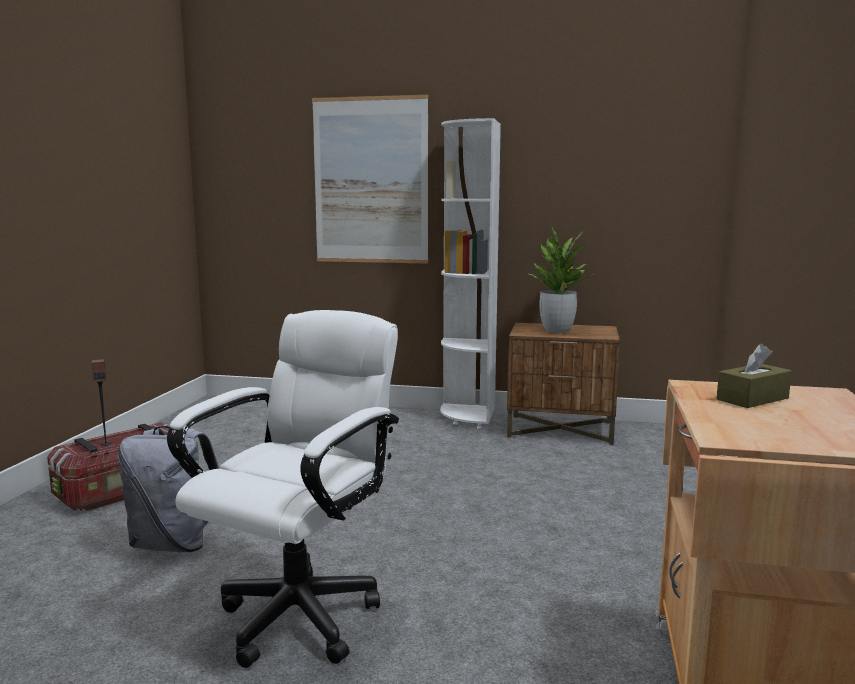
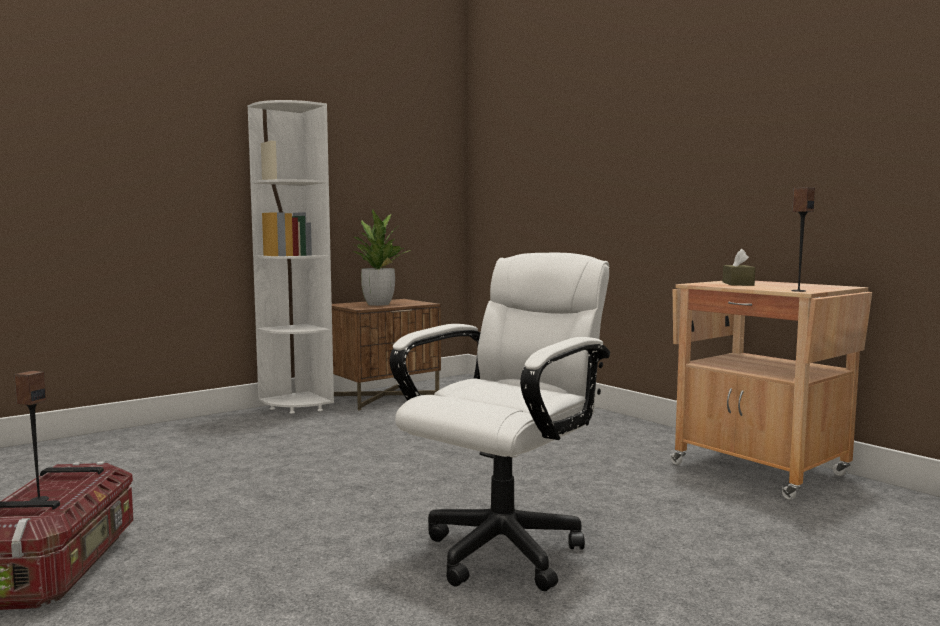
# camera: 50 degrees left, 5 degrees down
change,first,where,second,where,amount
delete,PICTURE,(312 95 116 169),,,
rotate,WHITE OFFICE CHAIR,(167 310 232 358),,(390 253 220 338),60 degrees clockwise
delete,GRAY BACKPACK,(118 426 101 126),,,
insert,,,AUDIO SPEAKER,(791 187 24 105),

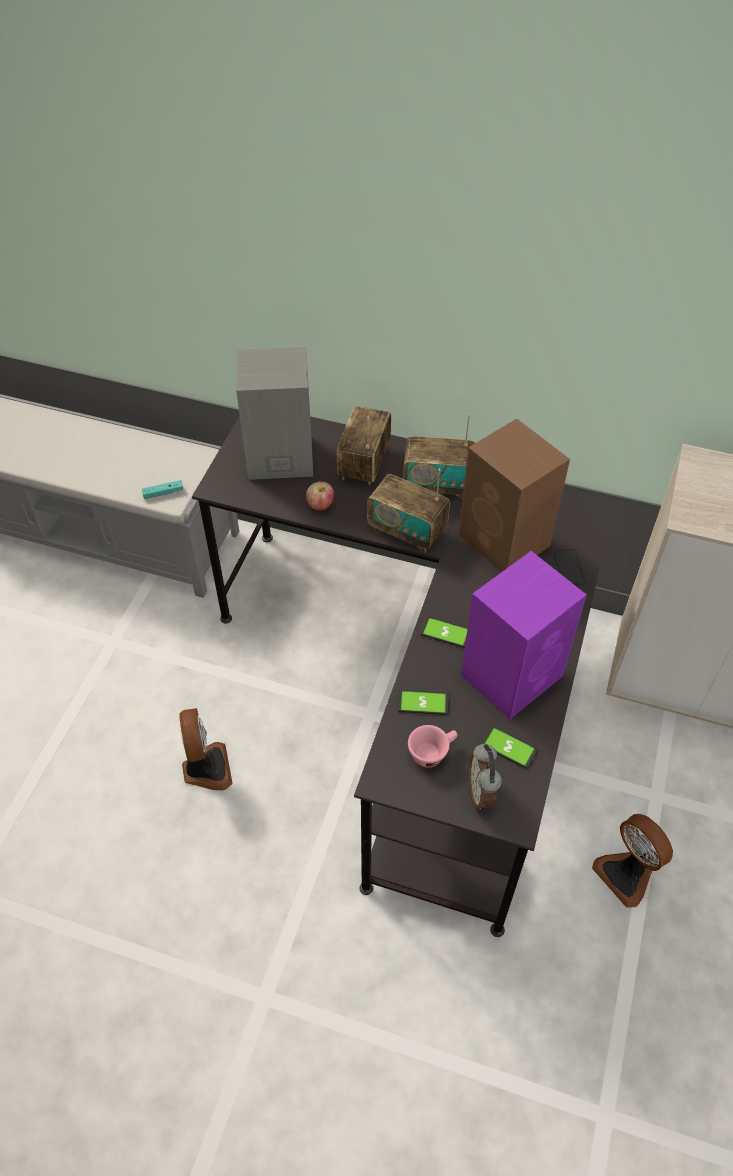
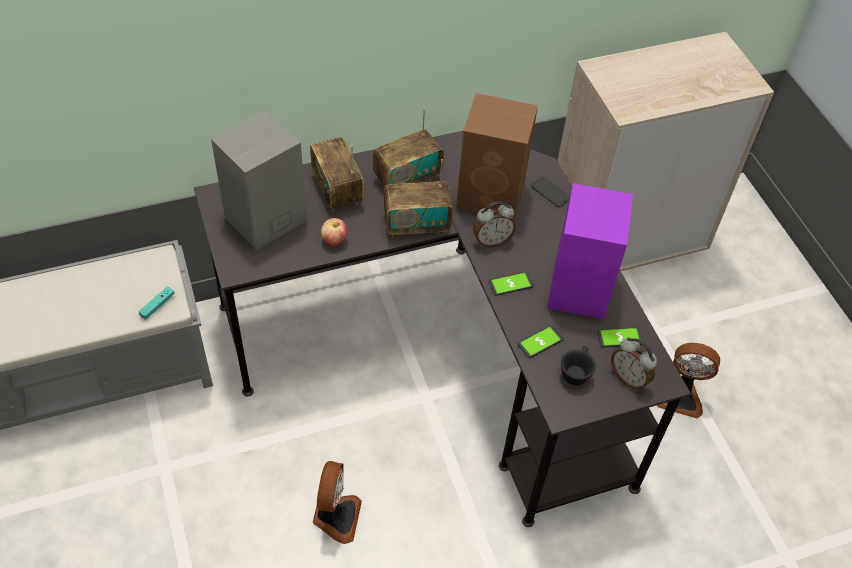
# camera: 40 degrees left, 0 degrees up
change,first,where,second,where,amount
rotate,FAN,(179 708 53 82),,(313 461 49 83),60 degrees clockwise
recolor,PINK-COLOURED DRINKING CUP,(408 725 49 42),BLACKISH DRINKING CUP,(561 346 35 39),
insert,,,BEDSIDE CLOCK,(473 202 43 45),

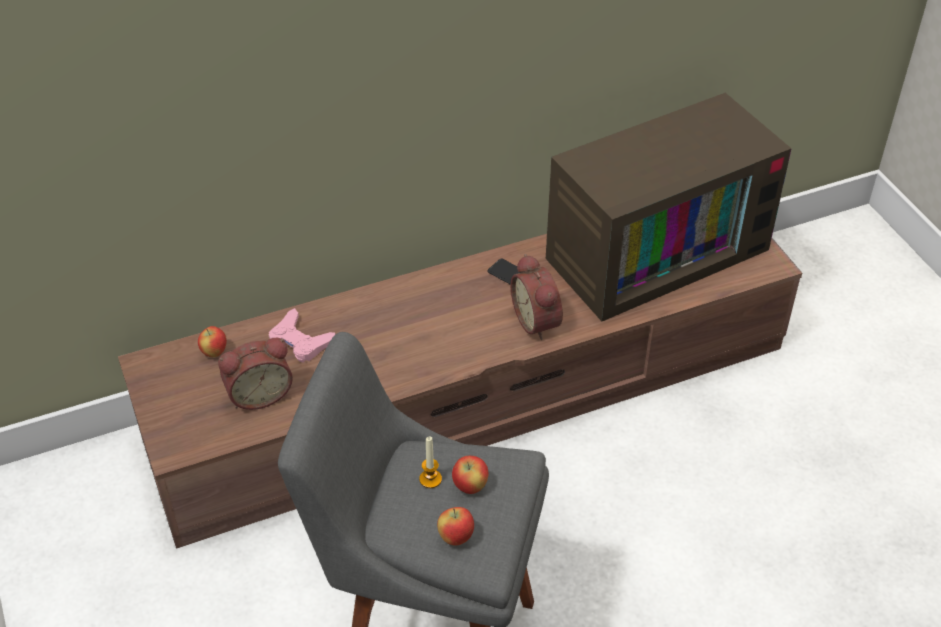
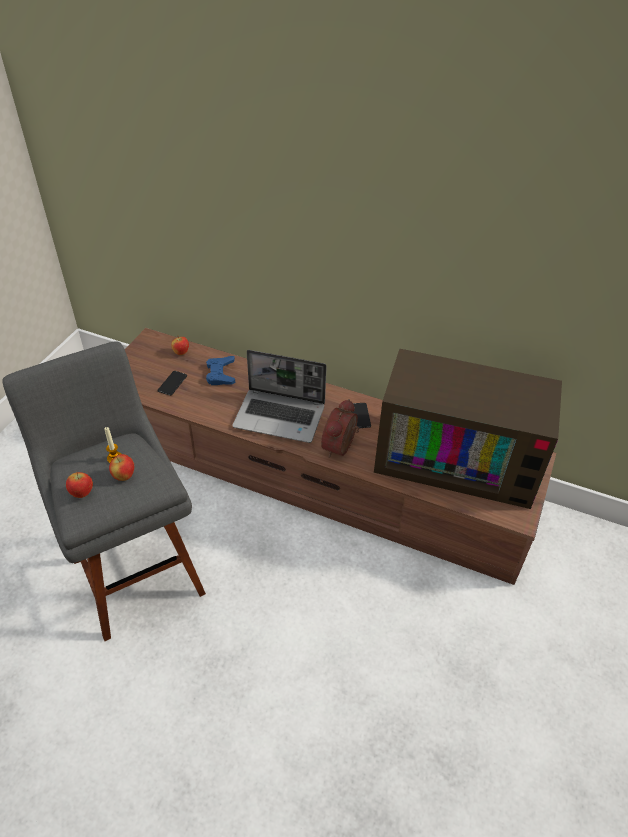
# camera: 45 degrees right, 0 degrees up
change,first,where,second,where,amount
recolor,PINK-COLOURED GAME CONTROLLER,(268 308 67 55),BLUE-COLOURED GAME CONTROLLER,(206 356 29 29),
replace,BEDSIDE CLOCK,(218 338 75 72),HANDSET,(157 371 30 24),
insert,,,NOTEBOOK COMPUTER,(232 350 95 93),

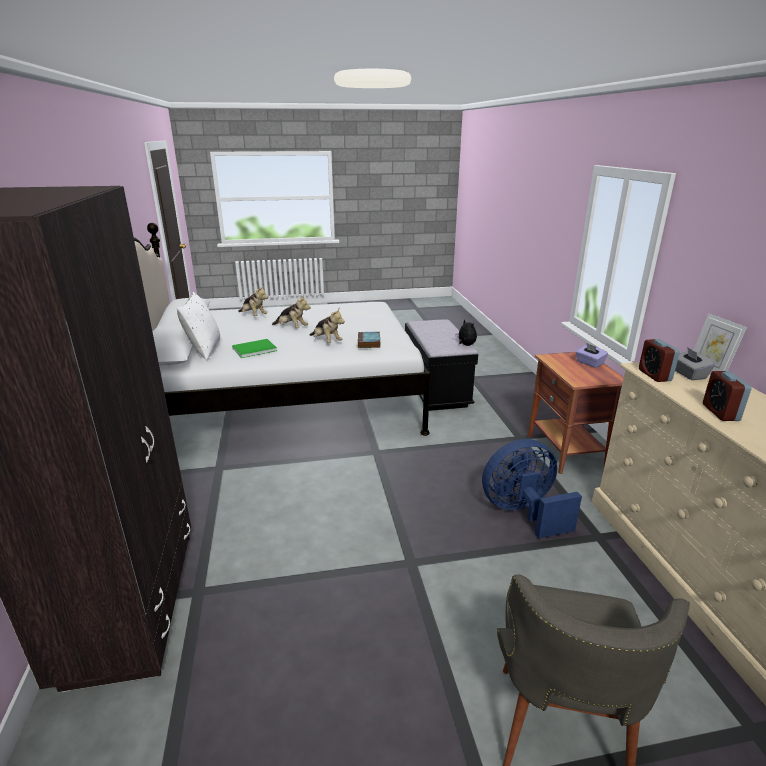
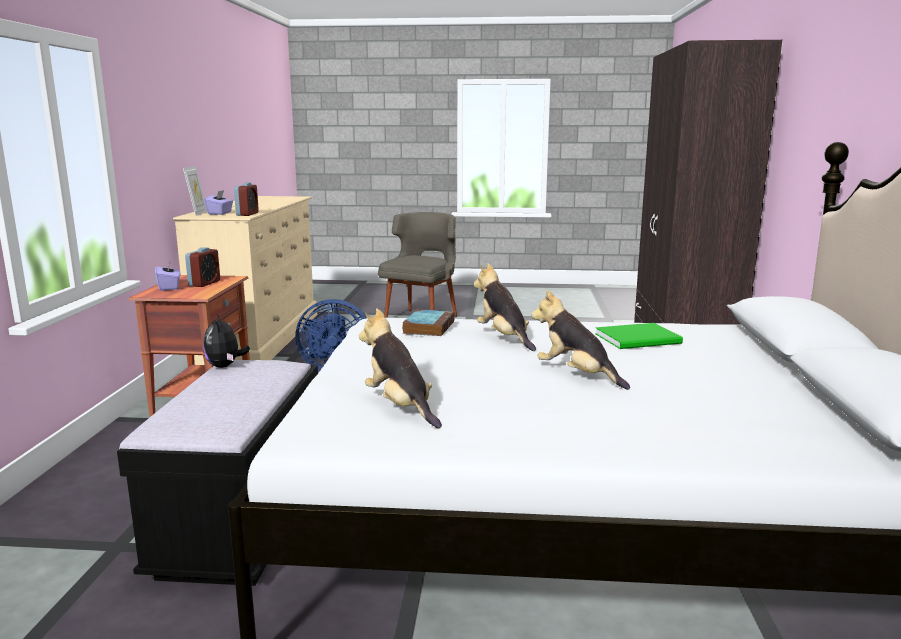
# camera: 165 degrees left, 10 degrees down
change,first,where,second,where,amount
move,SOFT TOY,(238 286 30 30),,(359 308 83 120),
delete,WHITE CUSHION,(177 292 43 69),,,
recolor,GRAY TISSUE HOLDER,(675 347 40 33),PURPLISH TISSUE HOLDER,(205 190 28 25),
move,BEDSIDE CLOCK,(703 371 48 50),,(185 247 35 40),

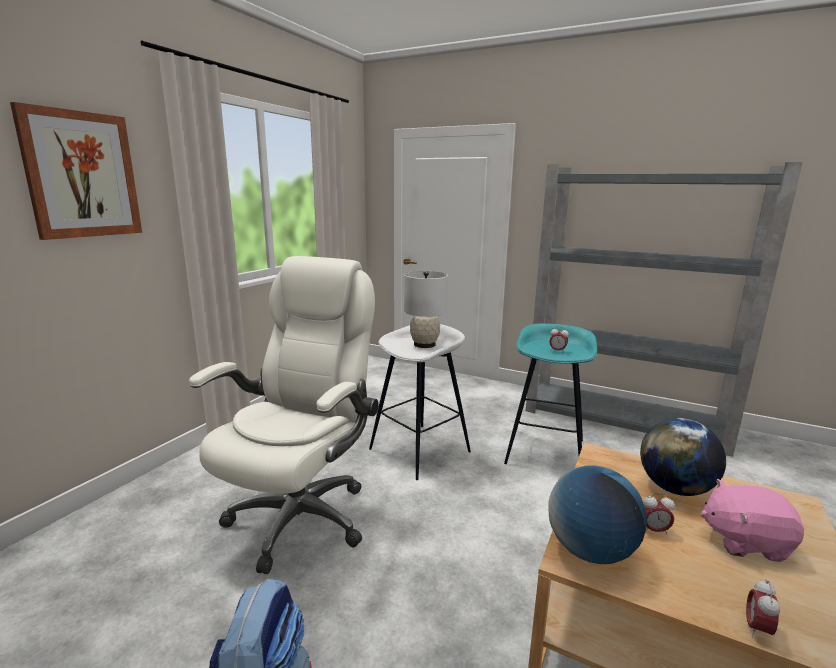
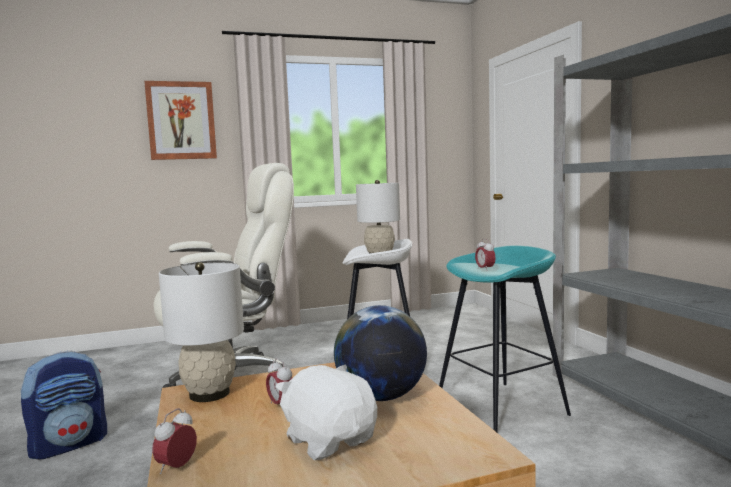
# camera: 45 degrees right, 10 degrees down
change,first,where,second,where,amount
replace,DESK GLOBE,(548 465 99 99),WHITE TABLETOP LAMP,(159 262 85 140),
recolor,PINK-COLOURED SOFT TOY,(700 479 104 83),WHITE SOFT TOY,(276 364 101 96),
rotate,BEDSIDE CLOCK,(746 580 34 58),,(152 408 45 66),45 degrees counterclockwise

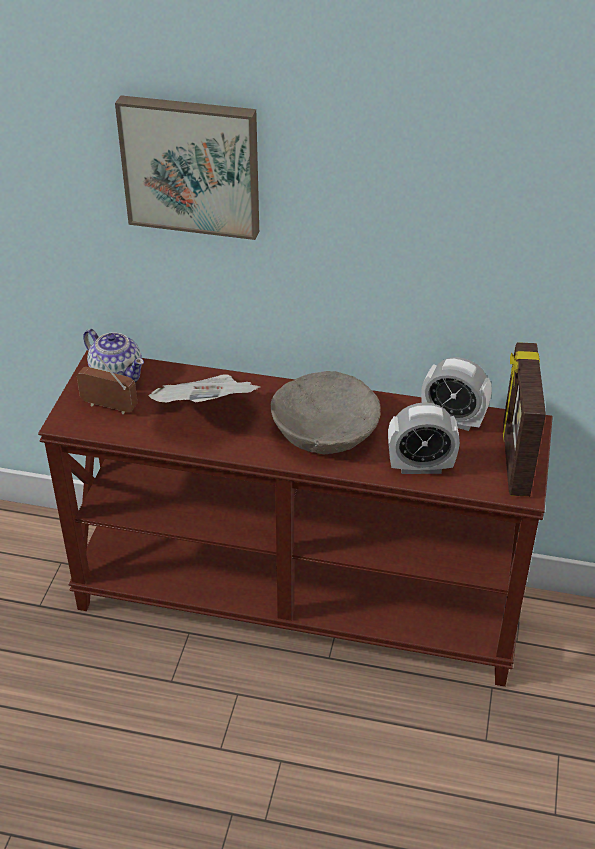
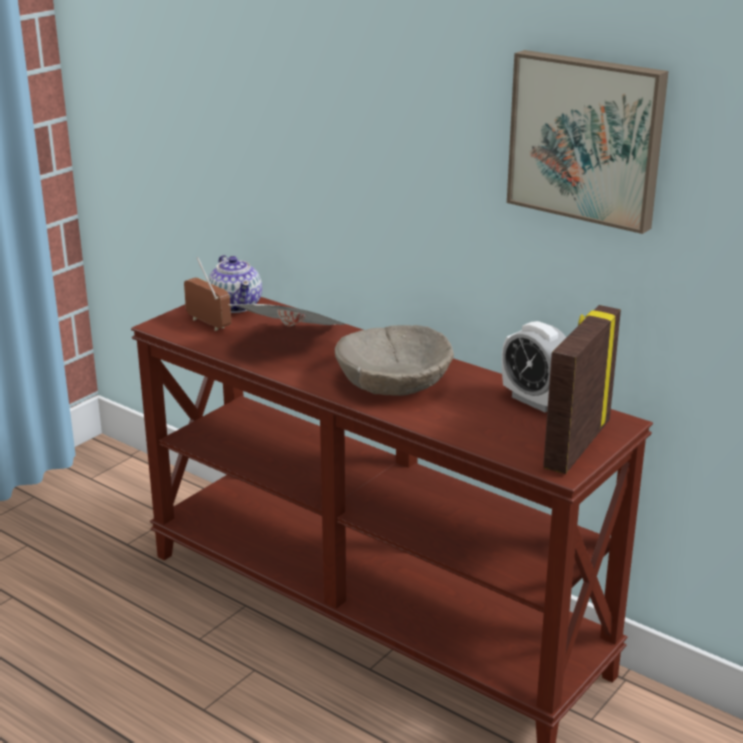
# camera: 25 degrees right, 15 degrees down
change,first,where,second,where,amount
move,PICTURE,(115 95 144 145),,(507 50 162 184),
delete,BEDSIDE CLOCK,(388 402 72 72),,,

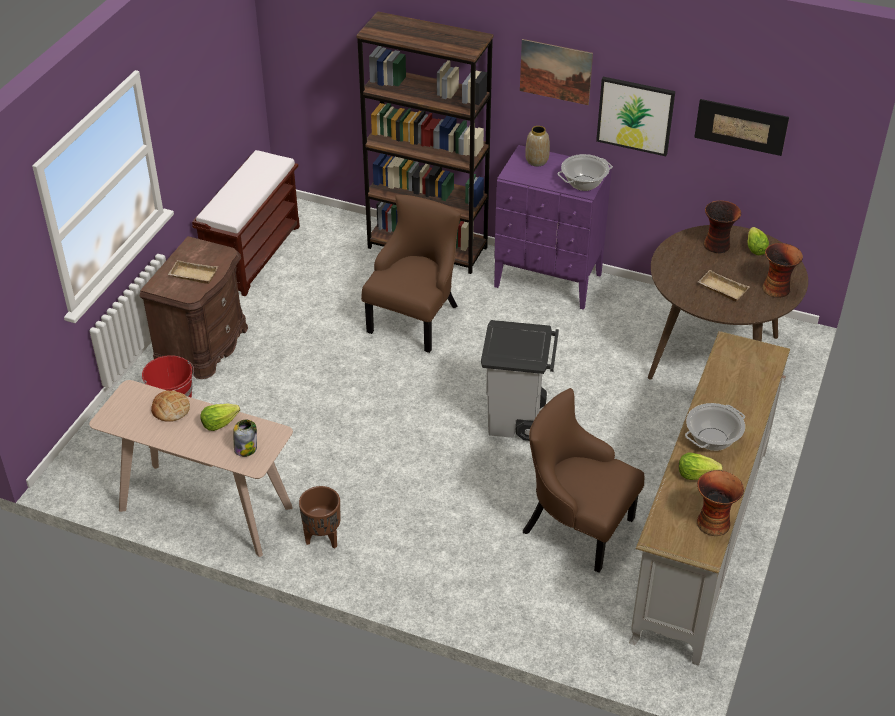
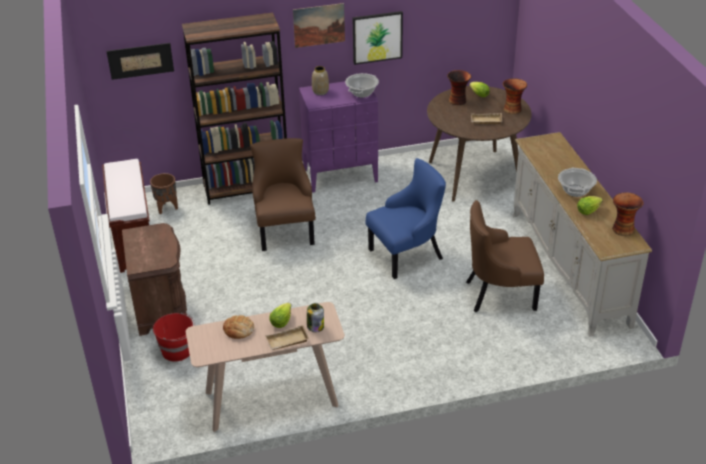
# camera: 35 degrees left, 5 degrees down
change,first,where,second,where,amount
move,PICTURE,(694 99 95 57),,(107 43 67 37),
move,SAND-COLOURED CARRYING TRAY,(168 260 50 24),,(265 325 44 25),
replace,GRAY WASTE BIN,(481 320 78 121),BLUE-COLOURED PLAIN CHAIR,(365 158 81 121),
move,BROWN-COLOURED PLANT POT,(299 486 41 63),,(150 173 28 41),

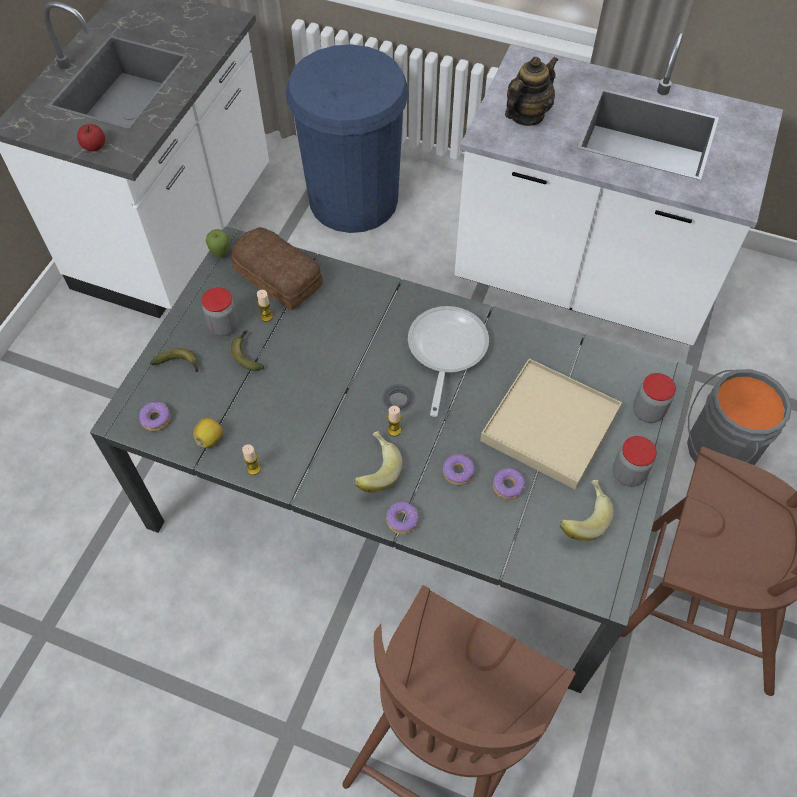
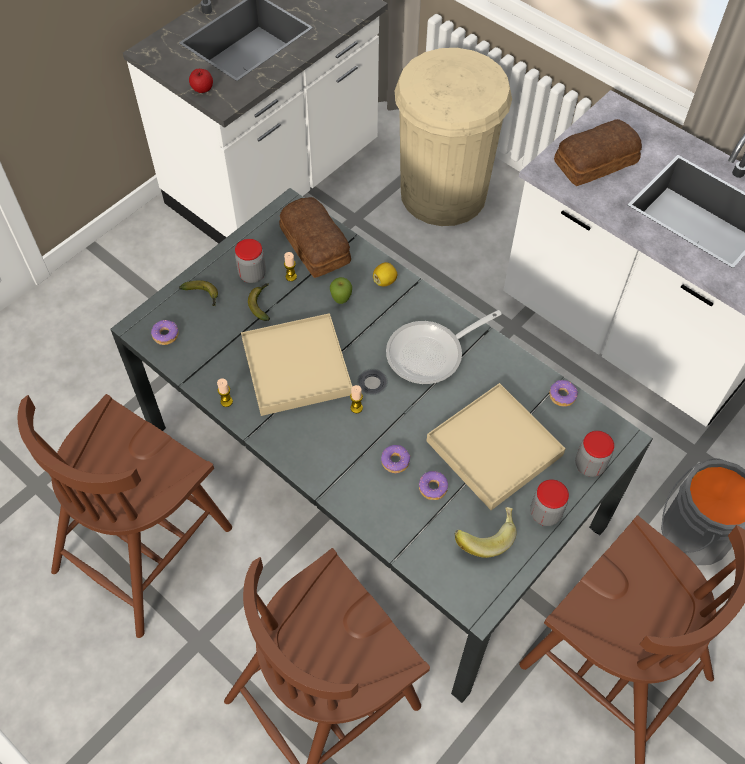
# camera: 20 degrees right, 0 degrees up
change,first,where,second,where,amount
recolor,BLUE-COLOURED WASTE BIN,(286 44 123 189),SAND-COLOURED WASTE BIN,(394 48 118 178),
replace,TEA POT,(505 57 53 69),BAKERY BREAD,(554 119 88 67),
move,APPLE,(206 229 24 29),,(330 277 22 27),
rotate,SKILLET,(408 306 81 111),,(386 310 116 74),150 degrees counterclockwise
move,WHOLE LEMON,(193 418 30 30),,(373 262 24 24),
delete,WHOLE BANANA,(353 431 50 62),,,
move,DOUGHNUT,(386 501 33 33),,(549 380 29 27),
insert,,,SAND-COLOURED CARRYING TRAY,(241 313 111 103),
insert,,,BROWN-COLOURED PLAIN CHAIR,(18 394 214 244),

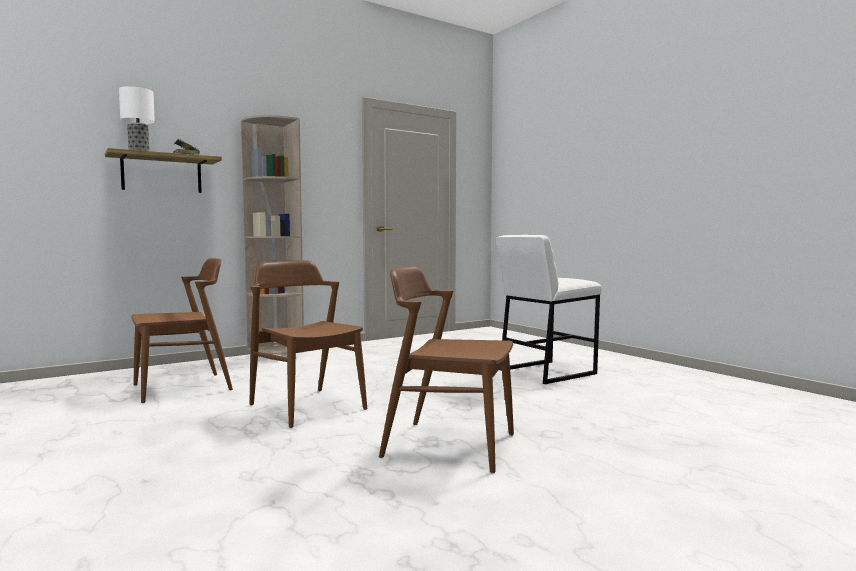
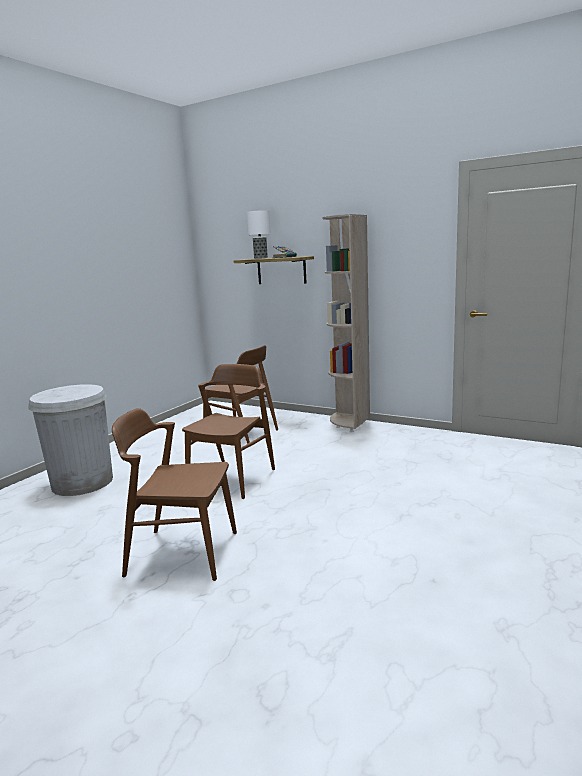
# camera: 65 degrees right, 10 degrees up
change,first,where,second,where,amount
delete,WHITE SITTING STOOL,(496 235 106 149),,,
rotate,BROWN-COLOURED PLAIN CHAIR,(379 266 135 208),,(112 408 125 173),75 degrees counterclockwise
insert,,,WHITE WASTE BIN,(28 384 85 112),

